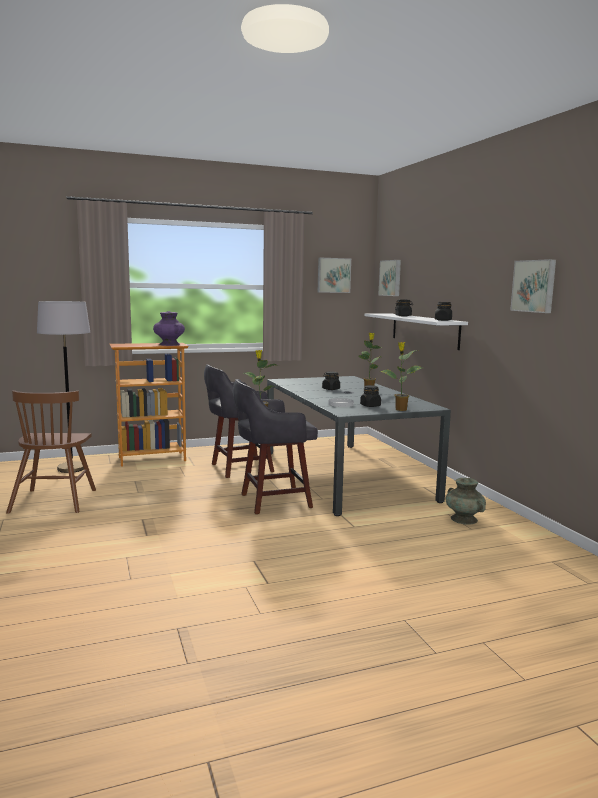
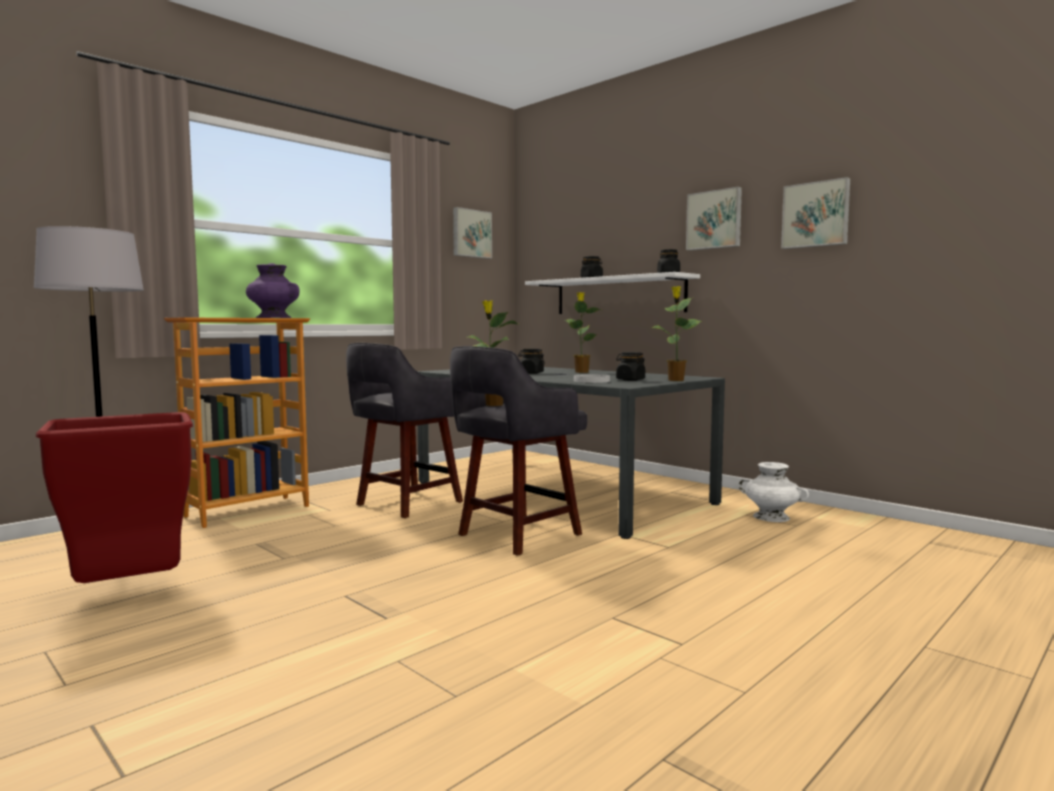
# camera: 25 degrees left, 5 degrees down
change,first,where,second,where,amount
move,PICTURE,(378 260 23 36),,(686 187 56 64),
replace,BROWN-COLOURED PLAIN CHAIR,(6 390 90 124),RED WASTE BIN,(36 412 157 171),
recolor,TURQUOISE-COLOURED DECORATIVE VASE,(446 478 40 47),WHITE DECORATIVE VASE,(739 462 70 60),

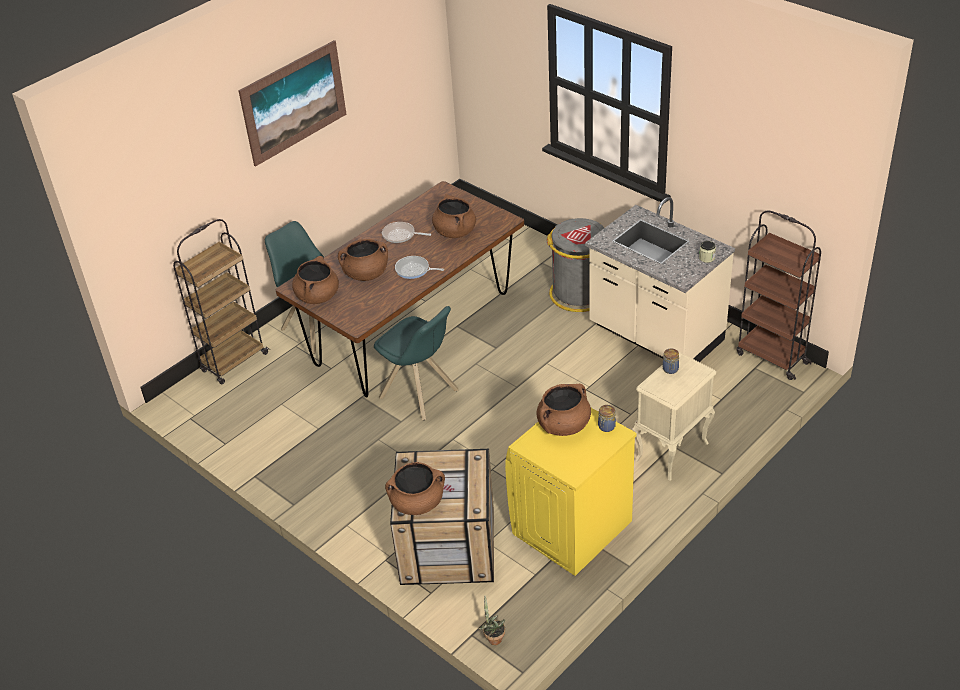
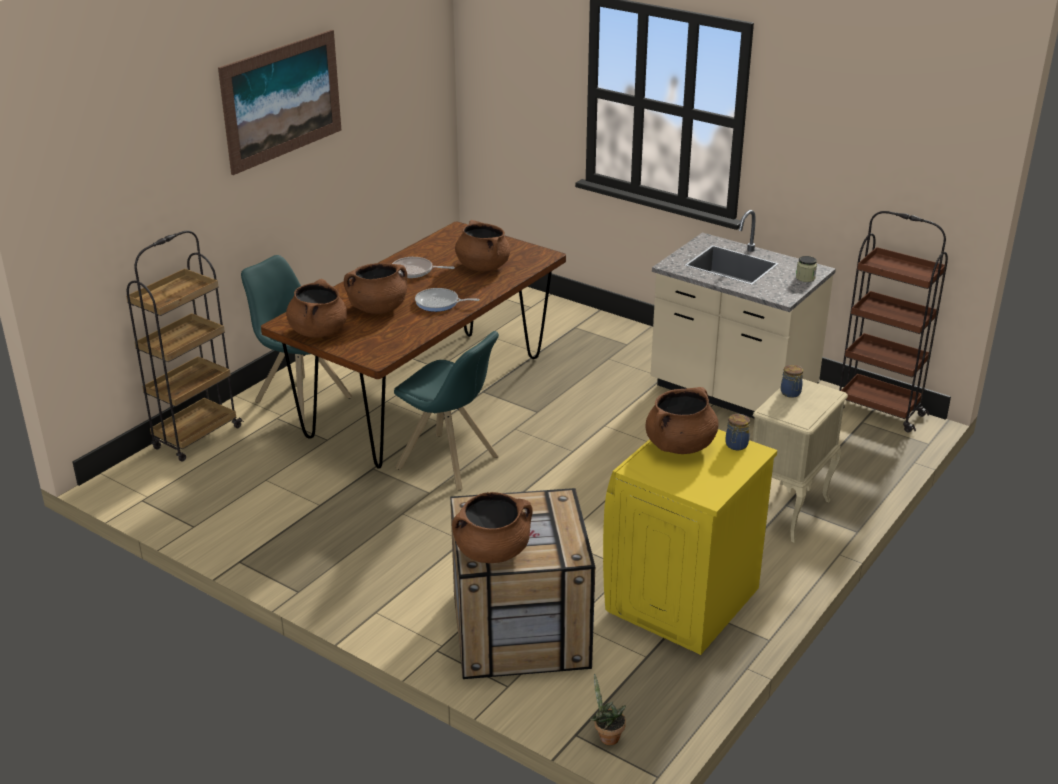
# camera: 10 degrees left, 10 degrees down
change,first,where,second,where,amount
delete,GRAY WASTE BIN,(547 218 57 94),,,

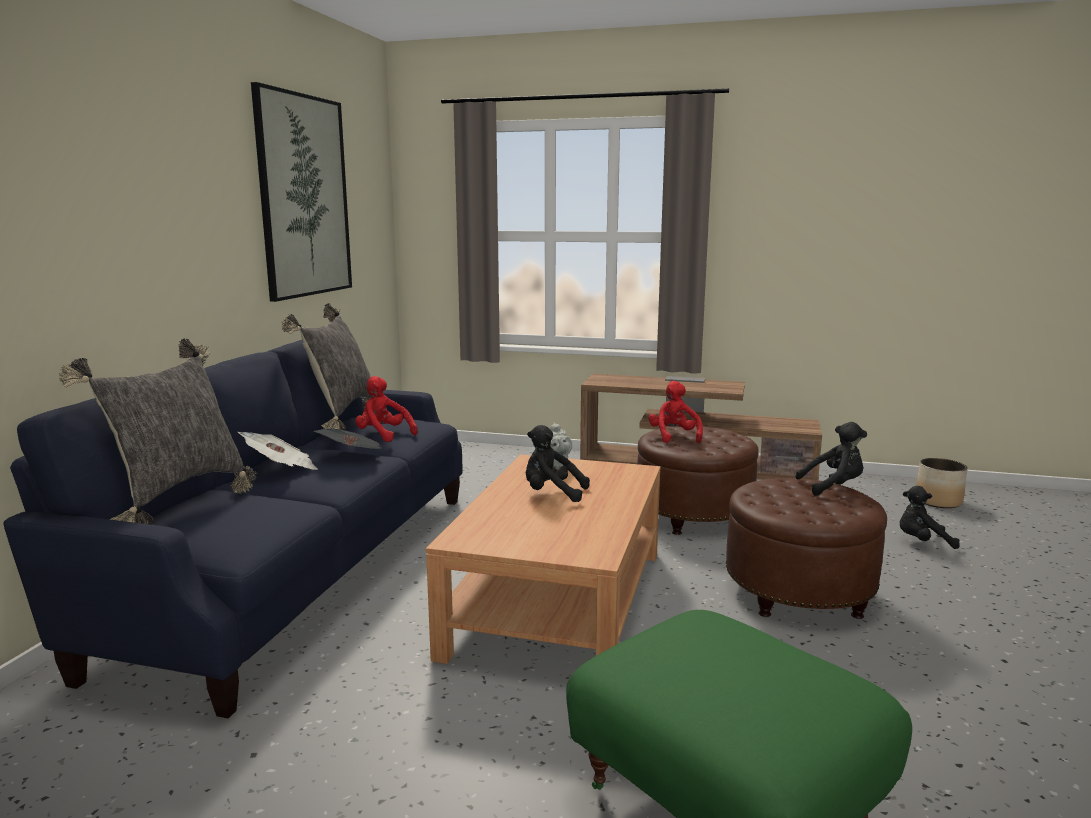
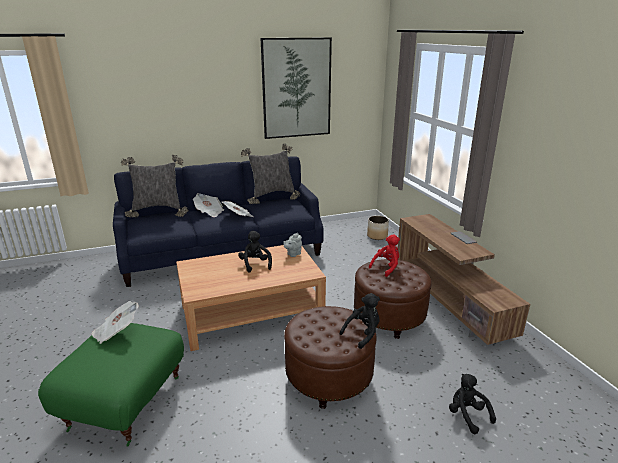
# camera: 55 degrees right, 10 degrees up
change,first,where,second,where,amount
delete,RED SOFT TOY,(355 376 63 66),,,
rotate,BLACKISH SOFT TOY,(795 422 72 74),,(340 293 40 56),90 degrees counterclockwise
move,PLANT POT,(916 458 52 50),,(367 216 22 24),
insert,,,DAILY PAPER,(92 301 47 43),

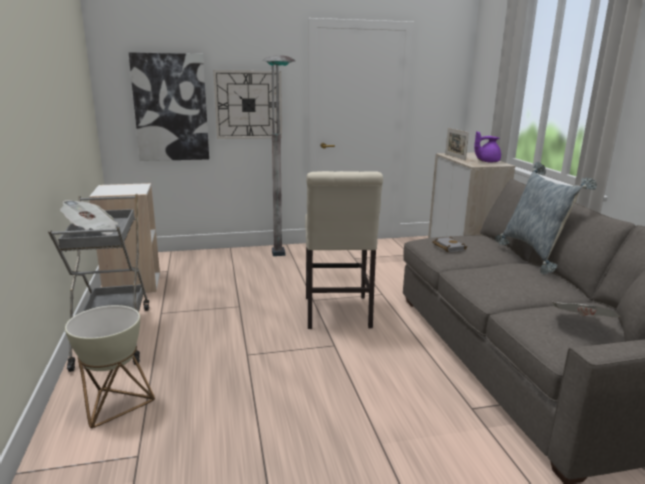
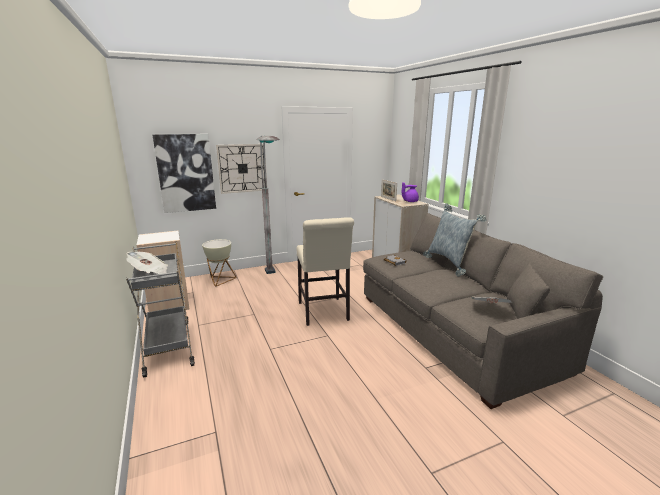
# camera: 10 degrees left, 0 degrees up
change,first,where,second,where,amount
move,PLANT POT,(65 305 90 123),,(202 239 35 48),

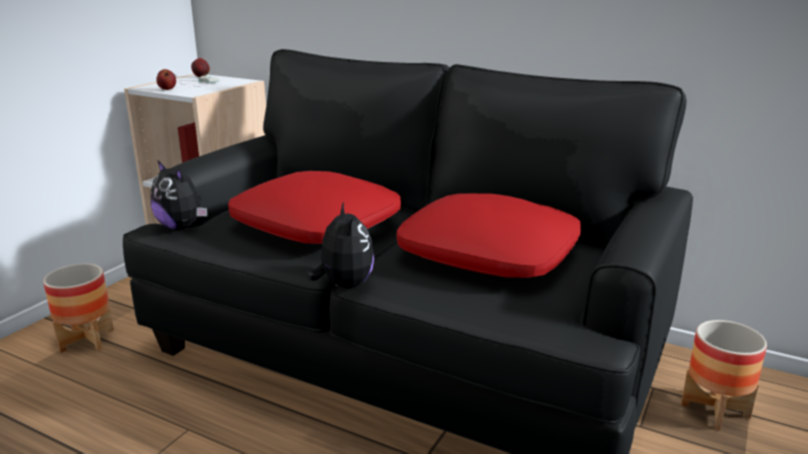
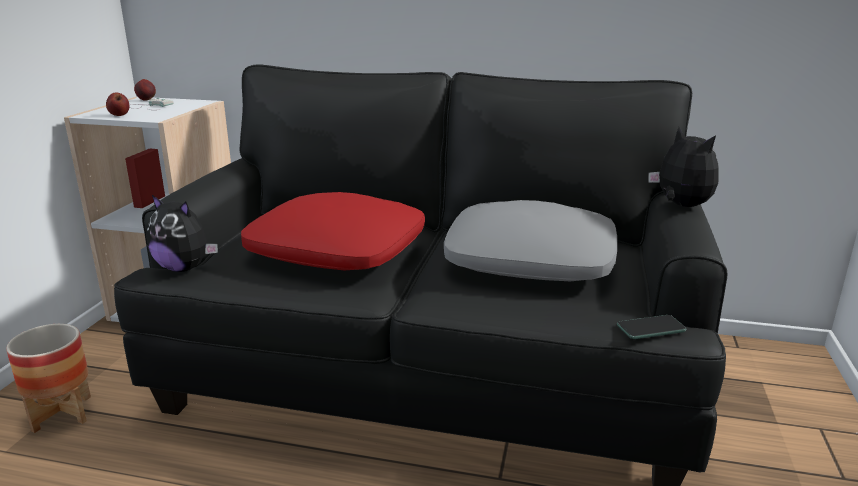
# camera: 15 degrees left, 0 degrees up
change,first,where,second,where,amount
recolor,RED CUSHION,(397 193 184 85),GRAY CUSHION,(444 200 173 81),
move,SOFT TOY,(306 202 68 86),,(648 127 71 80),
delete,PLANT POT,(681 320 86 111),,,
insert,,,HANDSET,(617 315 69 24),

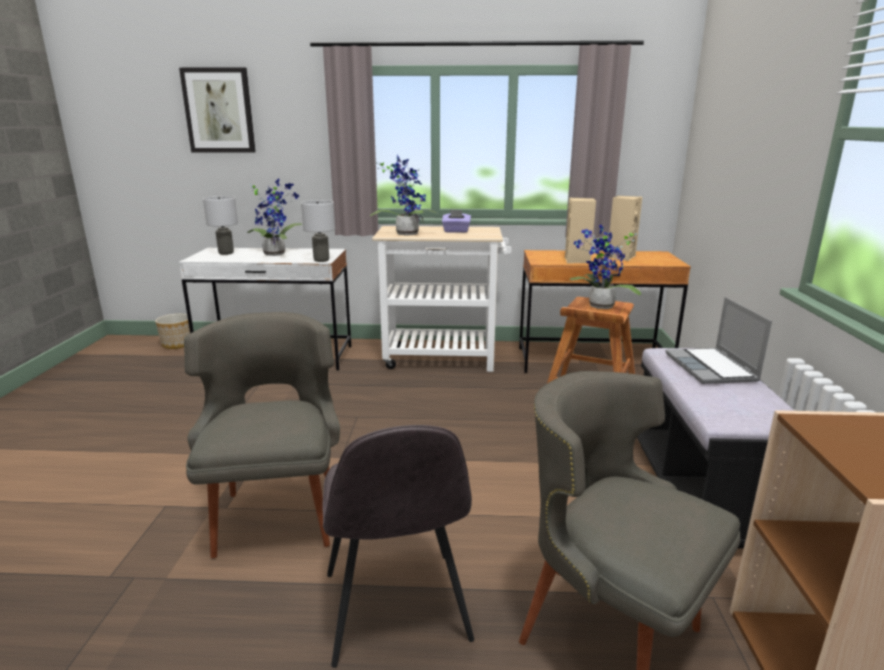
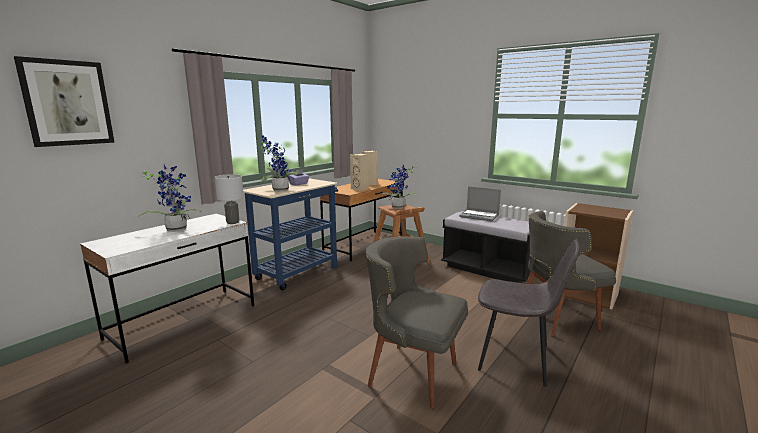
# camera: 55 degrees left, 5 degrees down
change,first,where,second,where,amount
delete,WHITE TABLETOP LAMP,(203 196 35 59),,,
recolor,WHITE WHEELED CART,(372 226 140 146),BLUE-COLOURED WHEELED CART,(243 178 95 112),
delete,PLANT POT,(155 314 35 35),,,

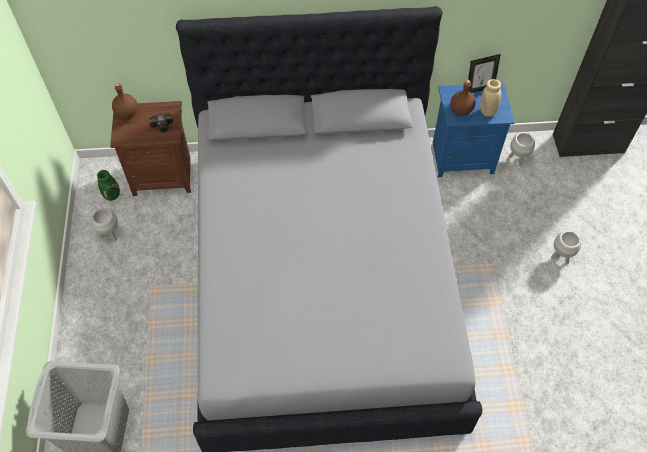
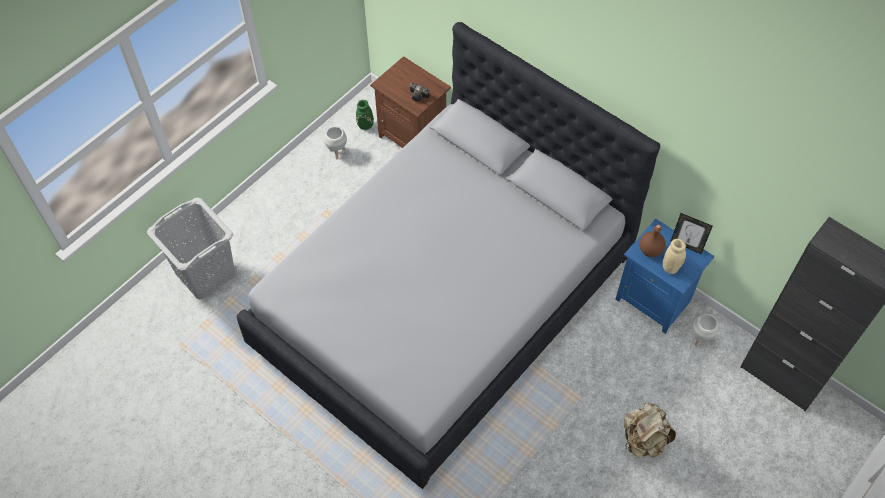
# camera: 45 degrees right, 0 degrees up
change,first,where,second,where,amount
delete,BROWN-COLOURED BEVERAGE BOTTLE,(112 83 26 36),,,
replace,WHITE PLANT POT,(551 231 30 33),SAND-COLOURED BACKPACK,(624 403 52 55),

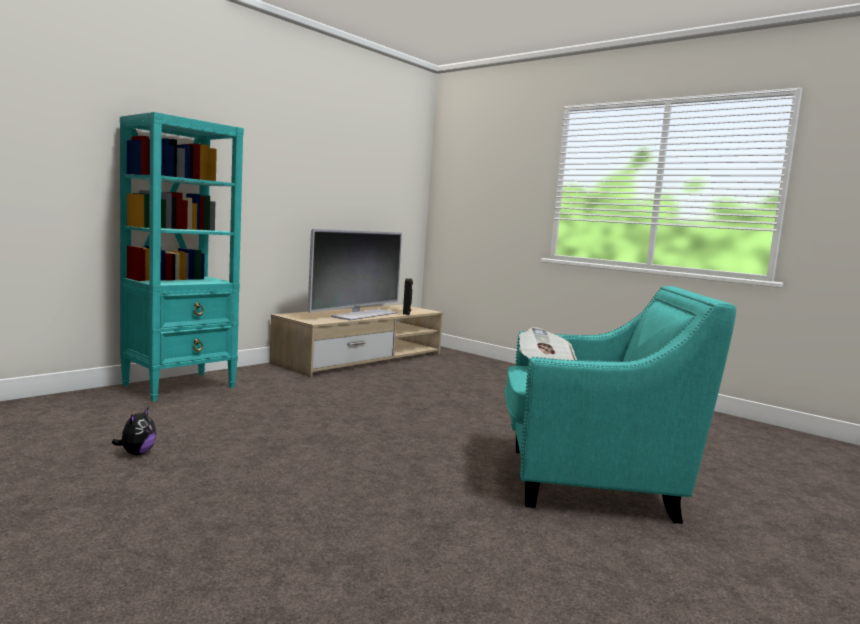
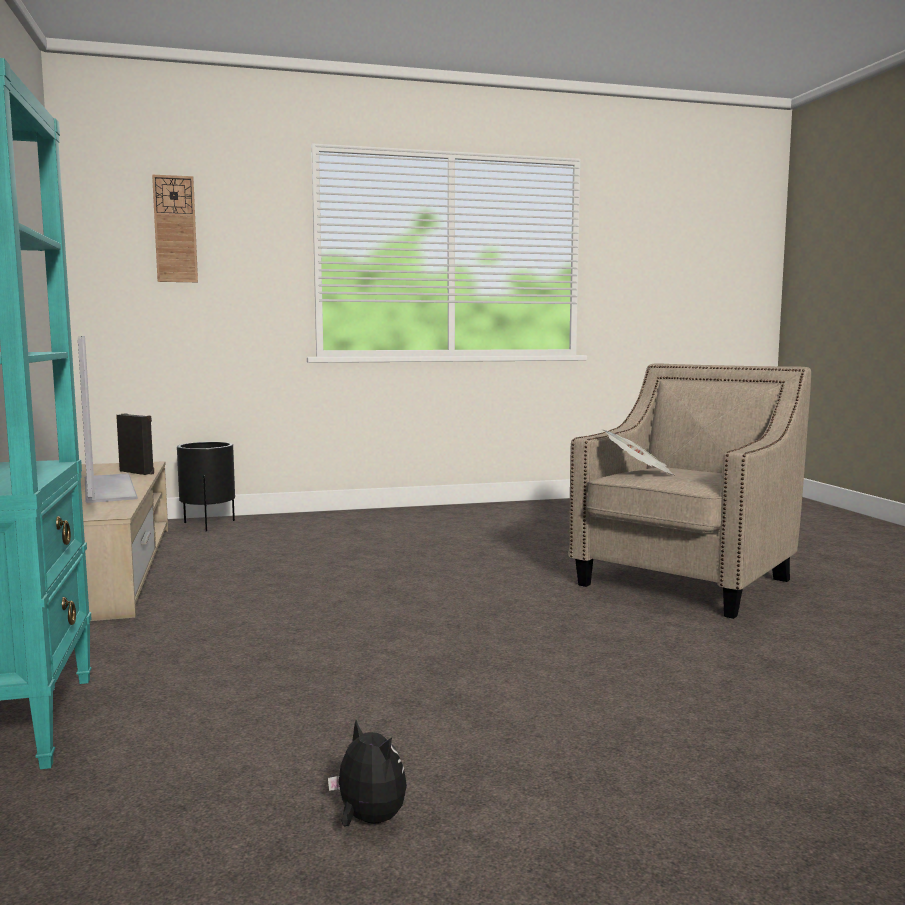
# camera: 55 degrees left, 0 degrees up
change,first,where,second,where,amount
recolor,TURQUOISE-COLOURED ARMCHAIR,(505 286 231 238),SAND-COLOURED ARMCHAIR,(568 363 243 256),
insert,,,CLOCK ON THE WALL,(152 175 46 107),
insert,,,BLACKISH PLANT POT,(177 442 58 89),

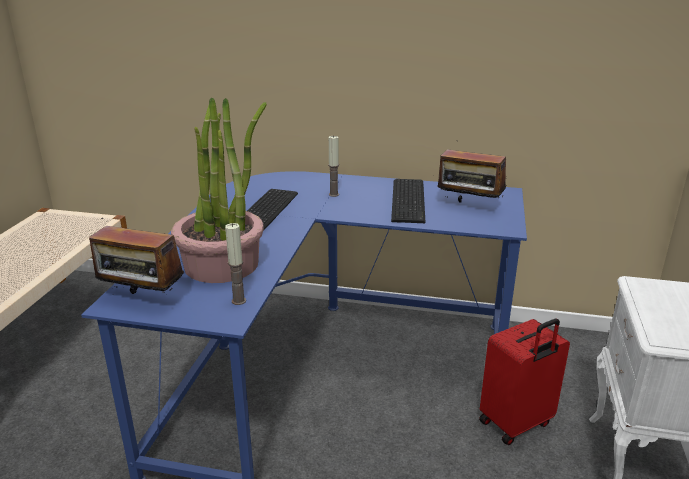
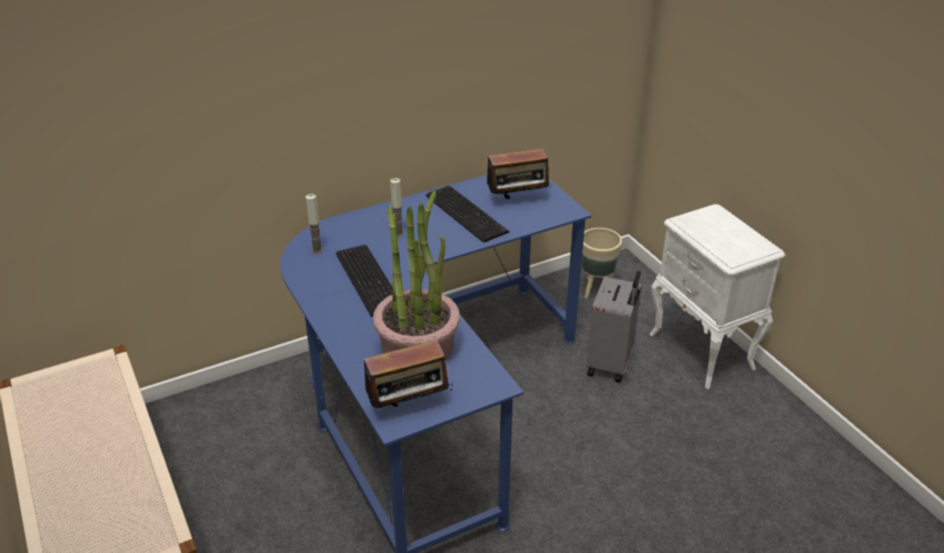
# camera: 40 degrees left, 10 degrees up
change,first,where,second,where,amount
move,CANDLE,(225 223 21 82),,(306 194 17 59),
recolor,RED SUITCASE,(479 319 91 126),GRAY SUITCASE,(586 271 56 112),
insert,,,SAND-COLOURED PLANT POT,(582 228 40 71),

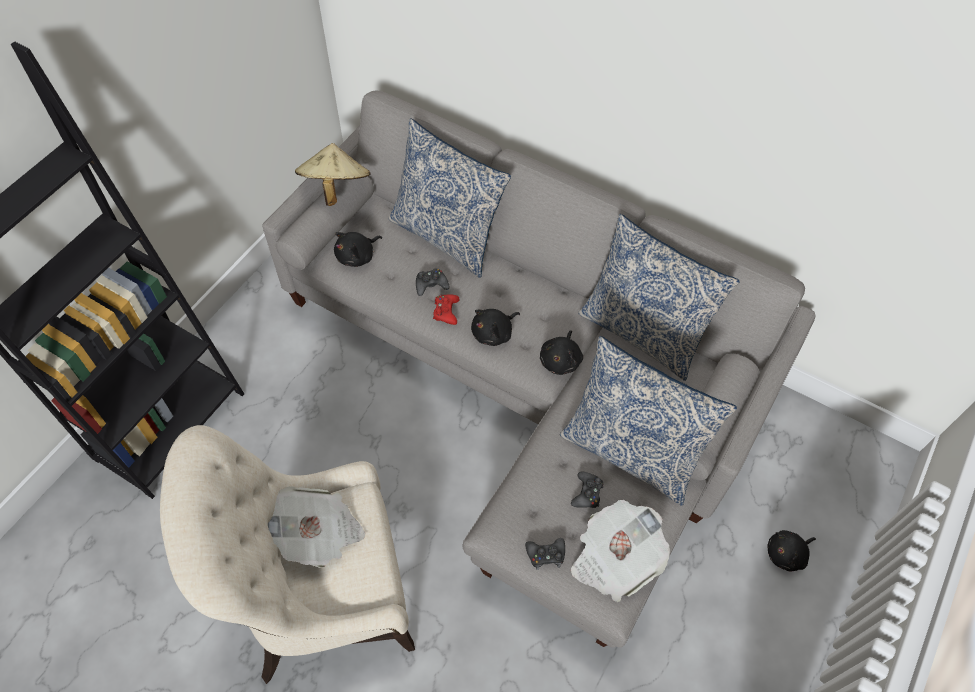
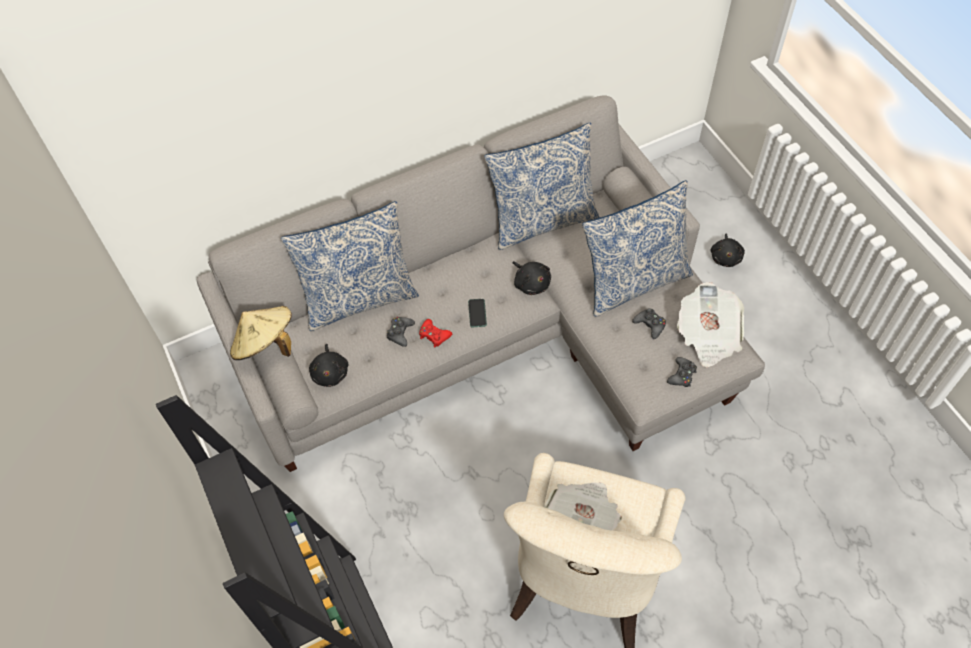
# camera: 55 degrees left, 0 degrees up
change,first,where,second,where,amount
replace,BLACKISH SOFT TOY,(471 309 49 37),HANDSET,(468 299 19 28),

